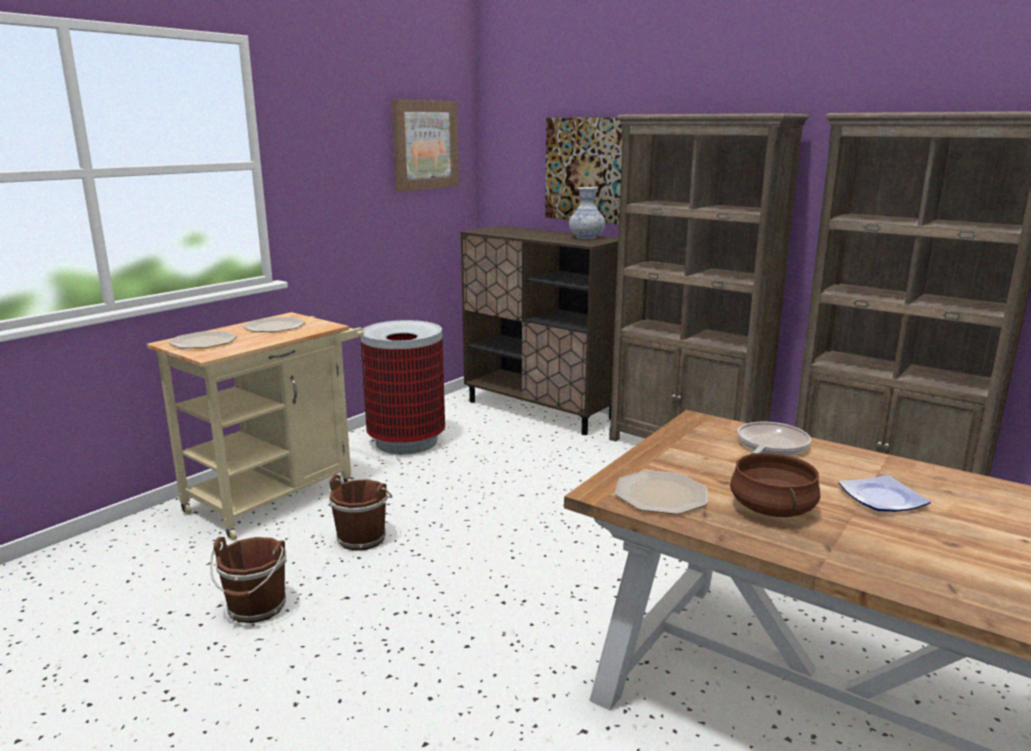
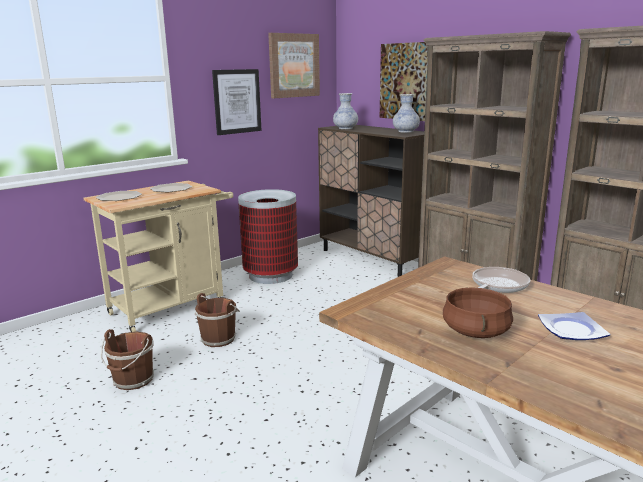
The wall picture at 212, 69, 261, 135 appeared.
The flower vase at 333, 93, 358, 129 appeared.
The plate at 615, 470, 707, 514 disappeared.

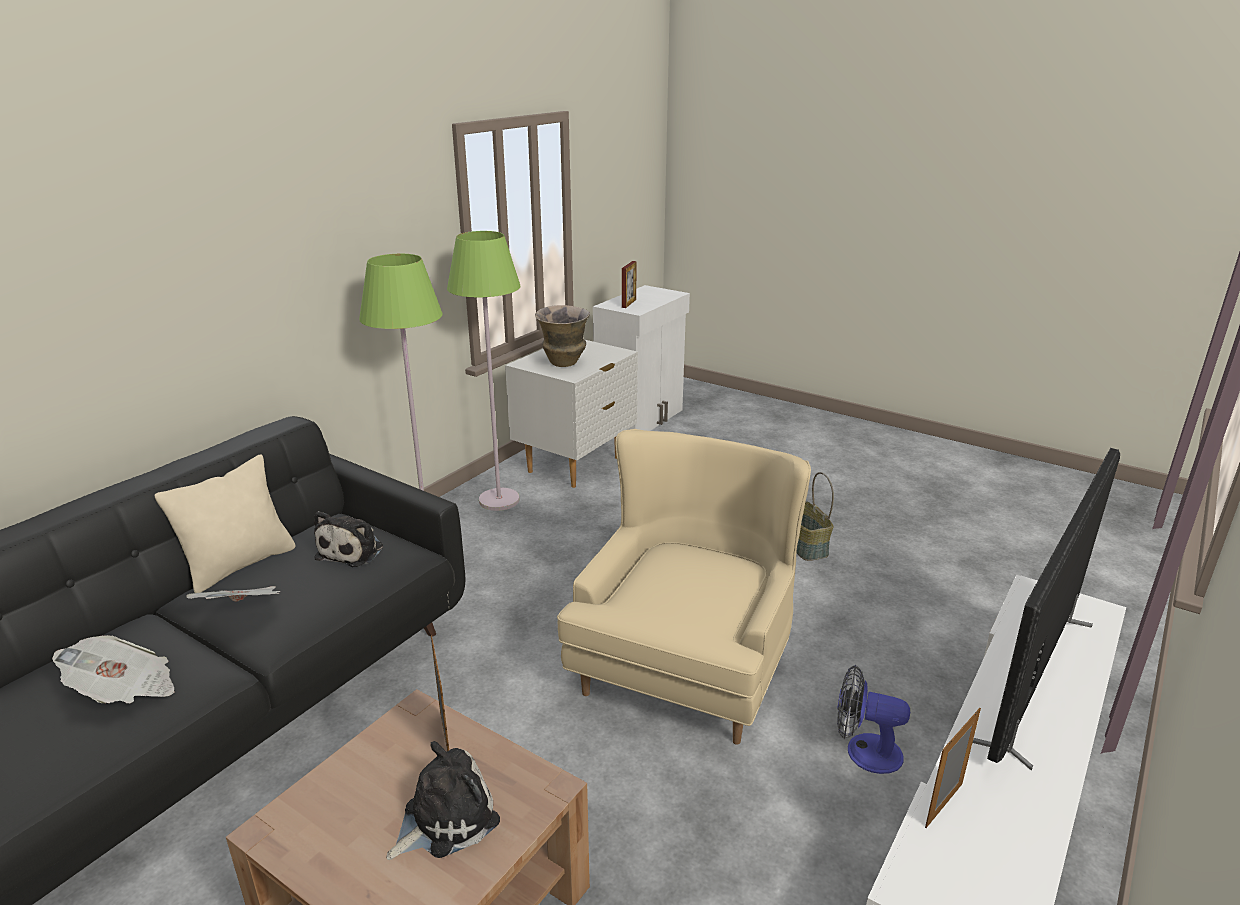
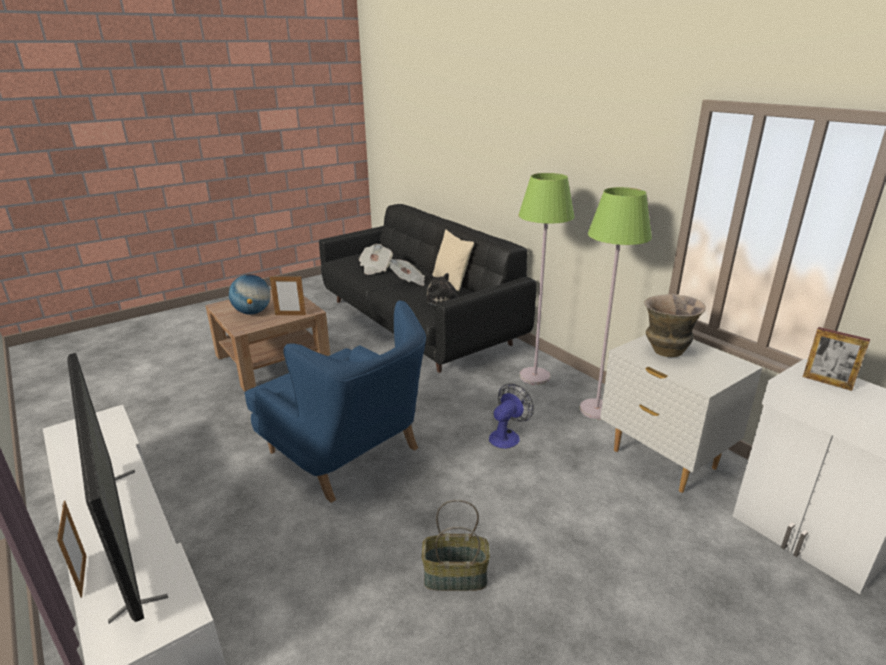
The picture frame moved from 925, 708, 981, 828 to 57, 501, 86, 598.
The plush toy at 387, 741, 500, 860 was replaced by the globe at 229, 274, 271, 314.
The sand-coloured easy chair at 557, 429, 811, 745 became the blue easy chair at 244, 300, 426, 503.
The cooling fan moved from 837, 665, 910, 774 to 489, 383, 534, 449.

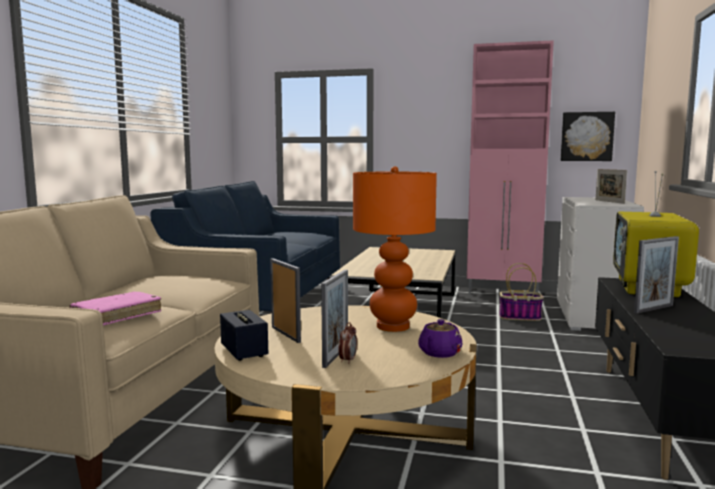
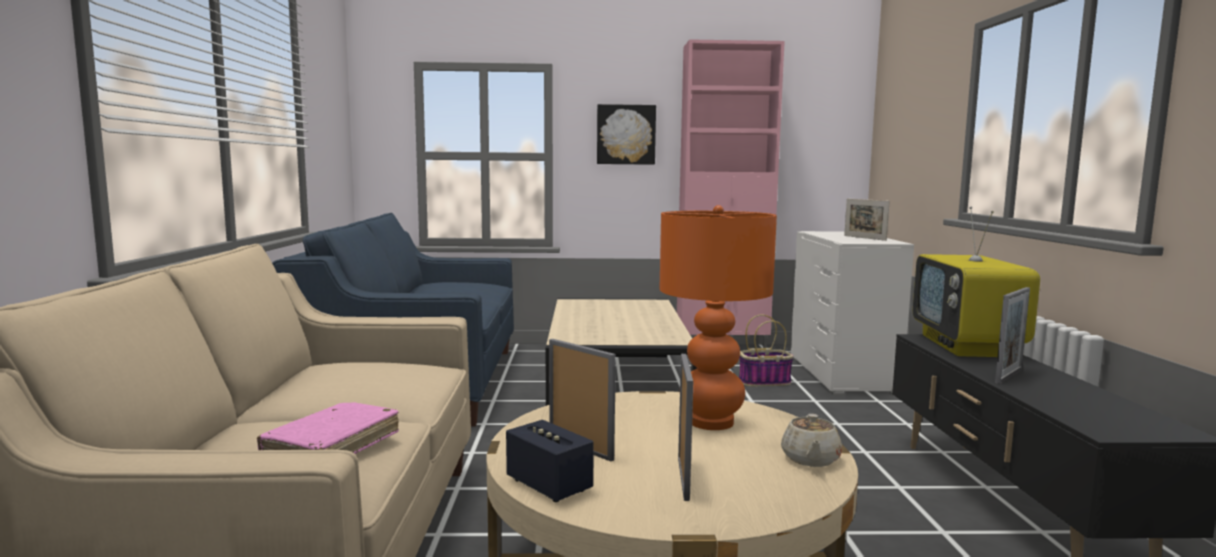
The wall picture moved from 561, 112, 615, 161 to 597, 104, 656, 165.
The purple-coloured tea pot at 418, 319, 463, 358 became the sand-coloured tea pot at 781, 414, 842, 467.
The alarm clock at 339, 322, 357, 364 disappeared.

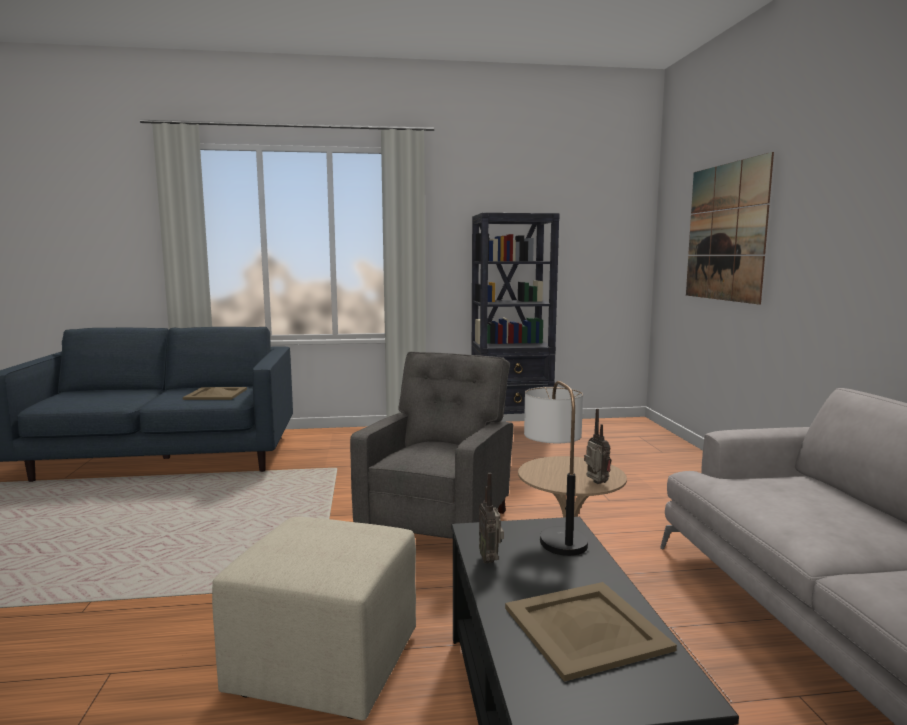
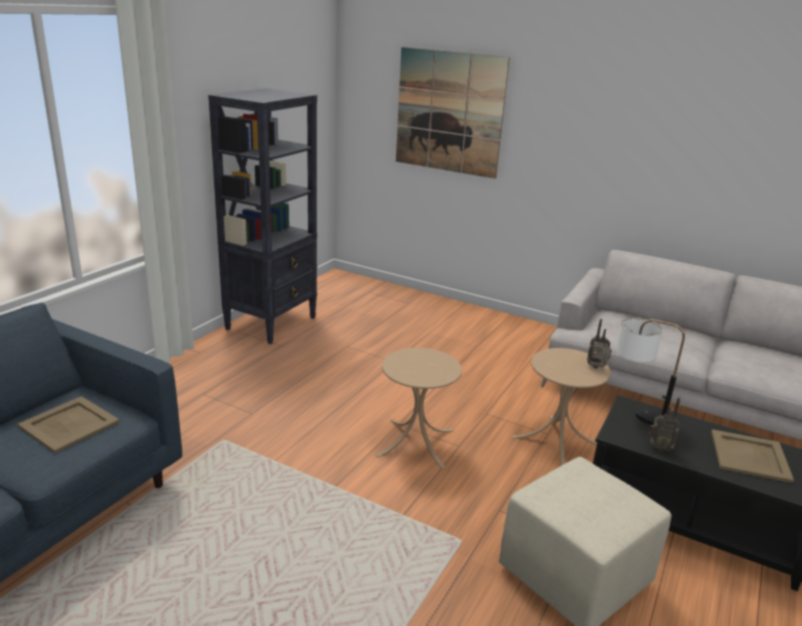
The greyish easy chair at 350, 352, 514, 539 was replaced by the sand-coloured end table at 376, 348, 462, 468.

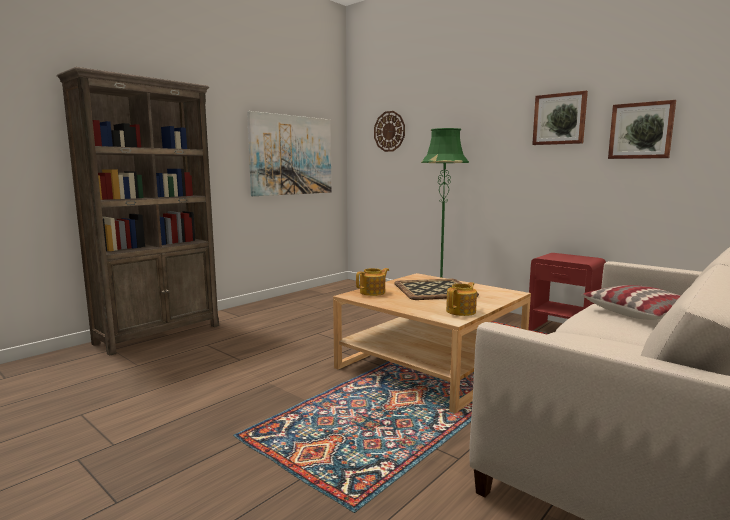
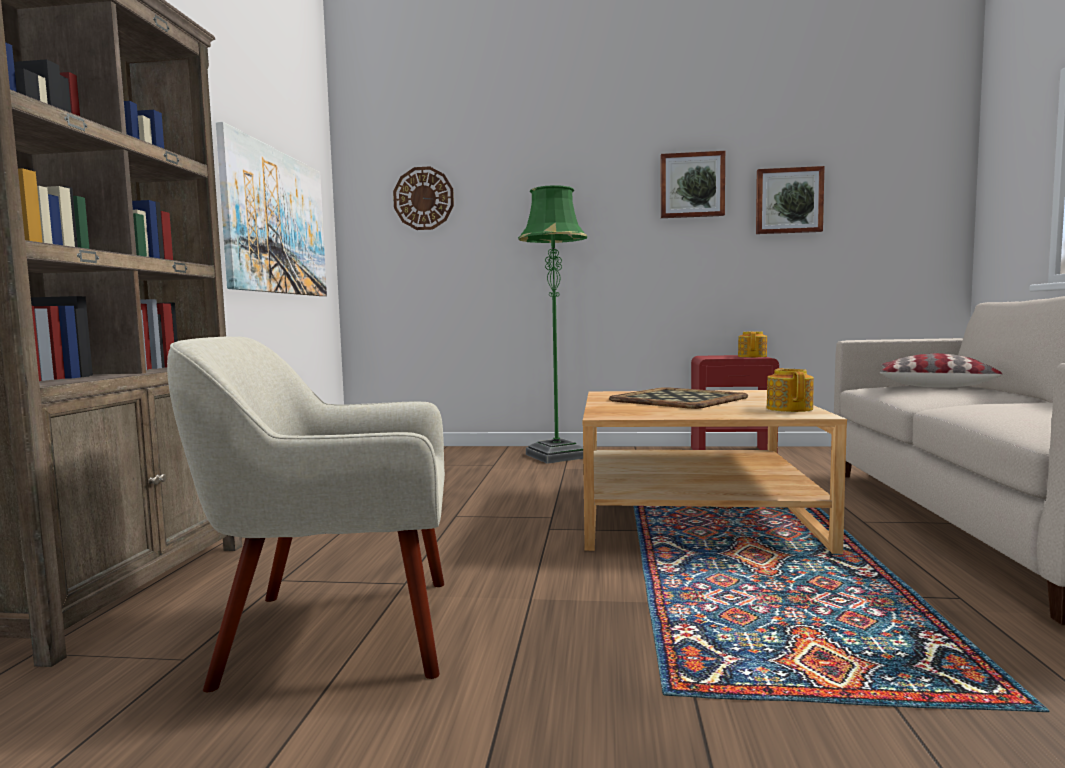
The sand-coloured easy chair at 167, 337, 445, 692 appeared.
The tea pot moved from 356, 268, 389, 296 to 738, 331, 767, 357.

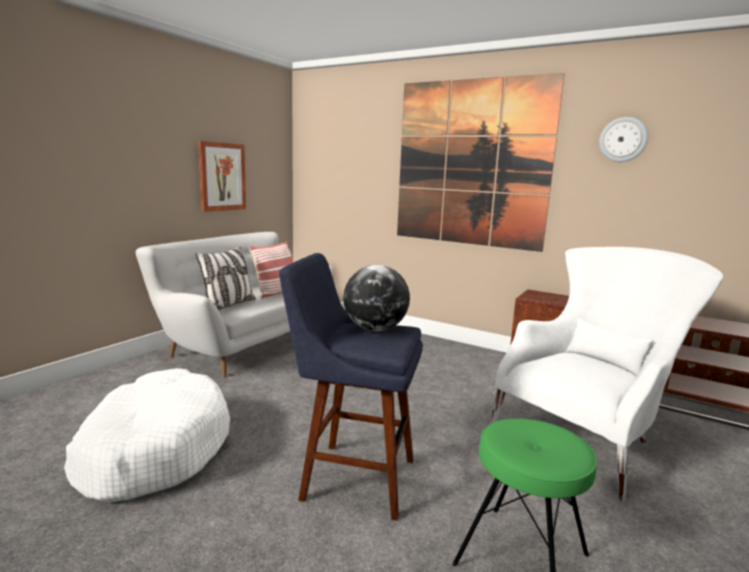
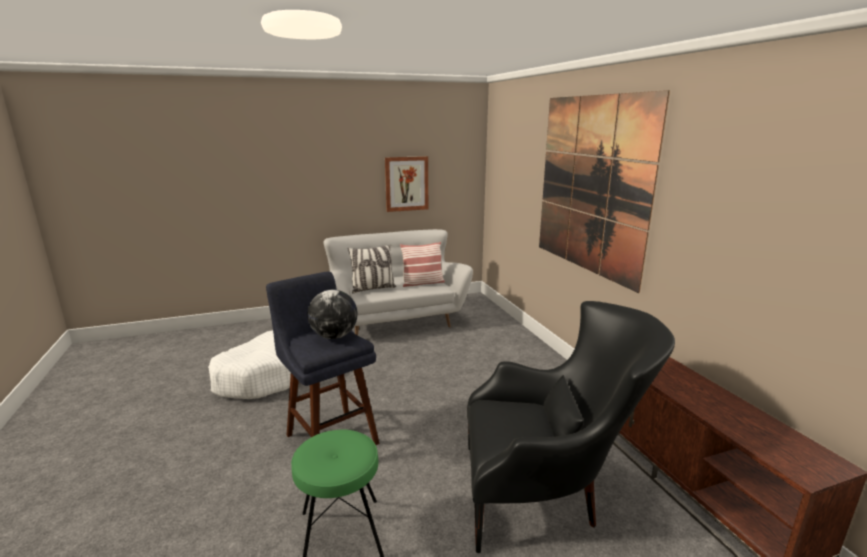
The white-coloured easy chair at 490, 247, 723, 502 became the black easy chair at 467, 301, 675, 553.
The wall clock at 599, 117, 648, 162 disappeared.

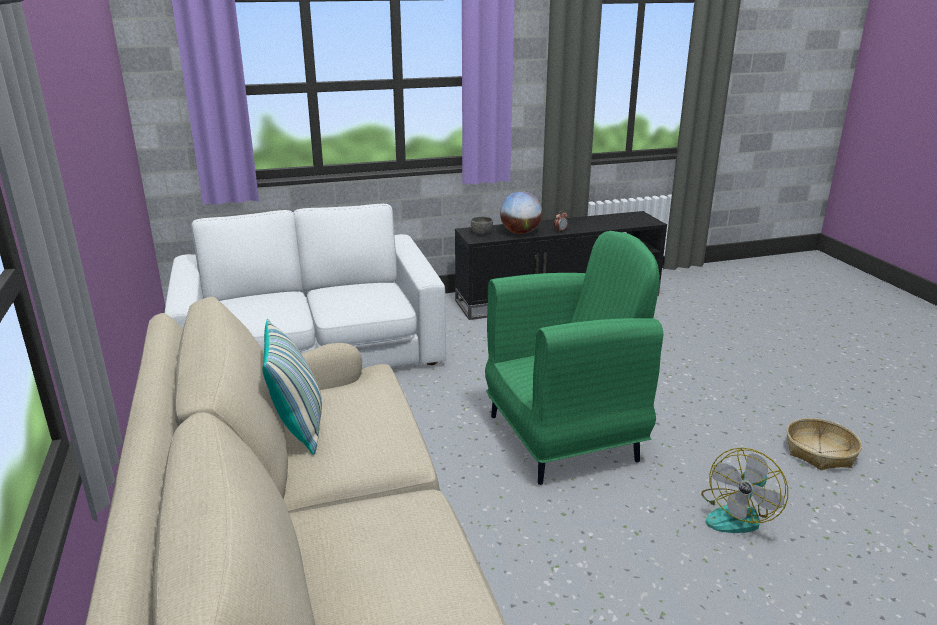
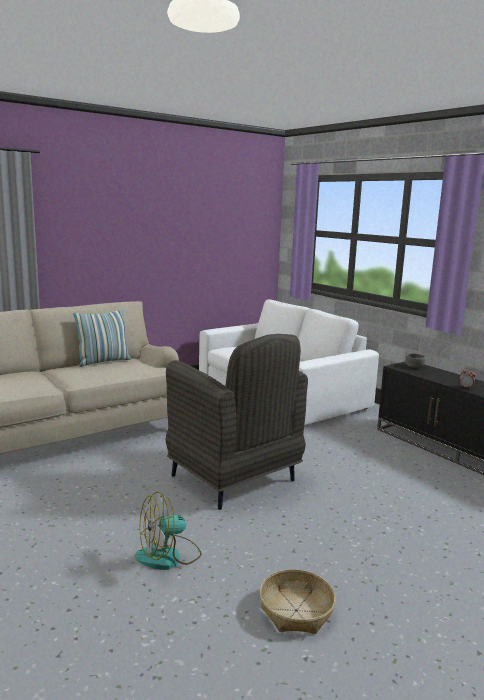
The cooling fan at 701, 448, 788, 533 turned 45 degrees counterclockwise.
The green easy chair at 485, 231, 664, 485 became the greyish easy chair at 166, 334, 308, 510.
The globe at 500, 191, 542, 234 disappeared.

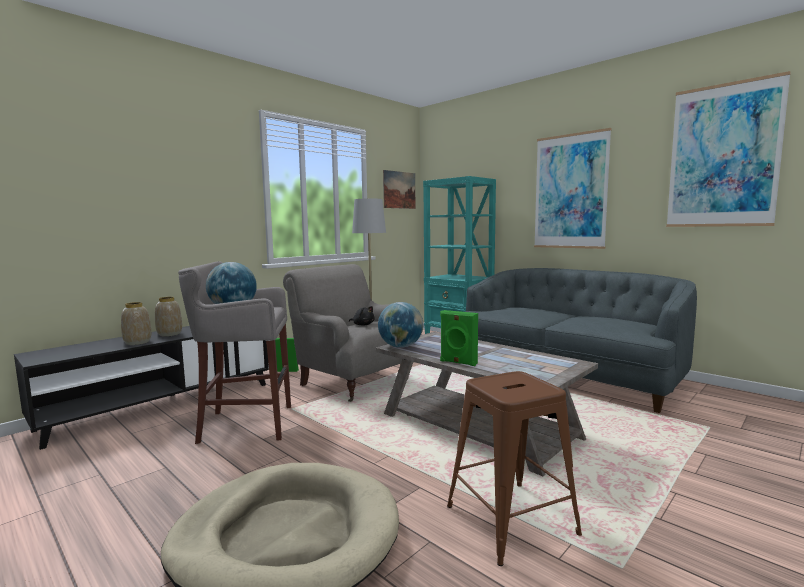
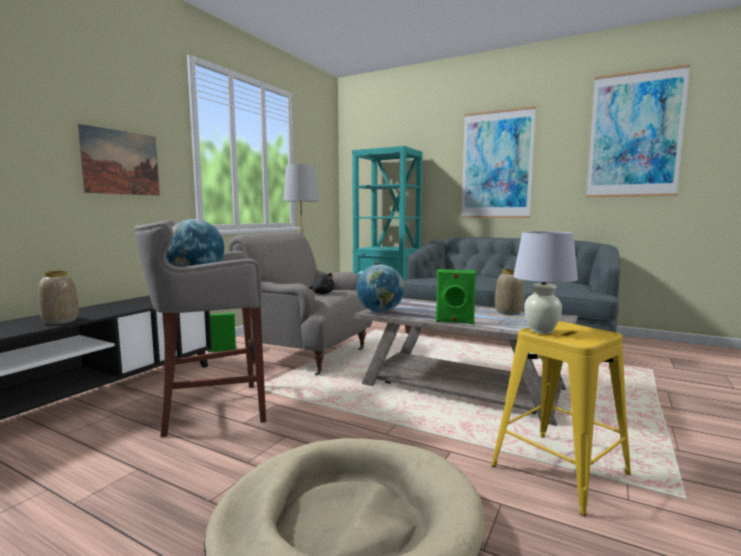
The wall picture moved from 383, 170, 415, 209 to 77, 124, 160, 196.
The brownish stool at 447, 371, 582, 566 became the yellow-coloured stool at 491, 321, 631, 516.
The flower vase moved from 155, 297, 182, 337 to 495, 269, 524, 315.
The white-coloured tabletop lamp at 513, 231, 578, 334 appeared.

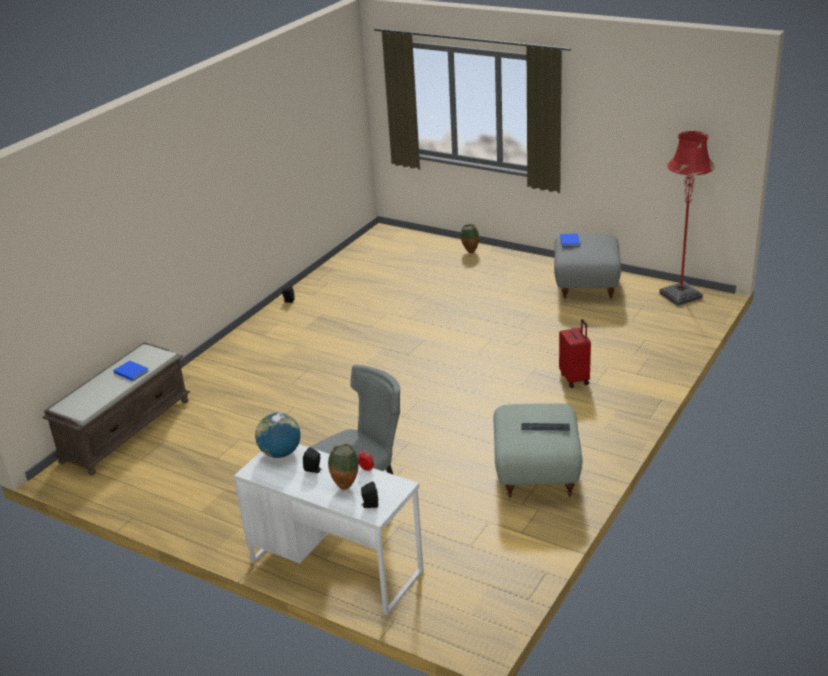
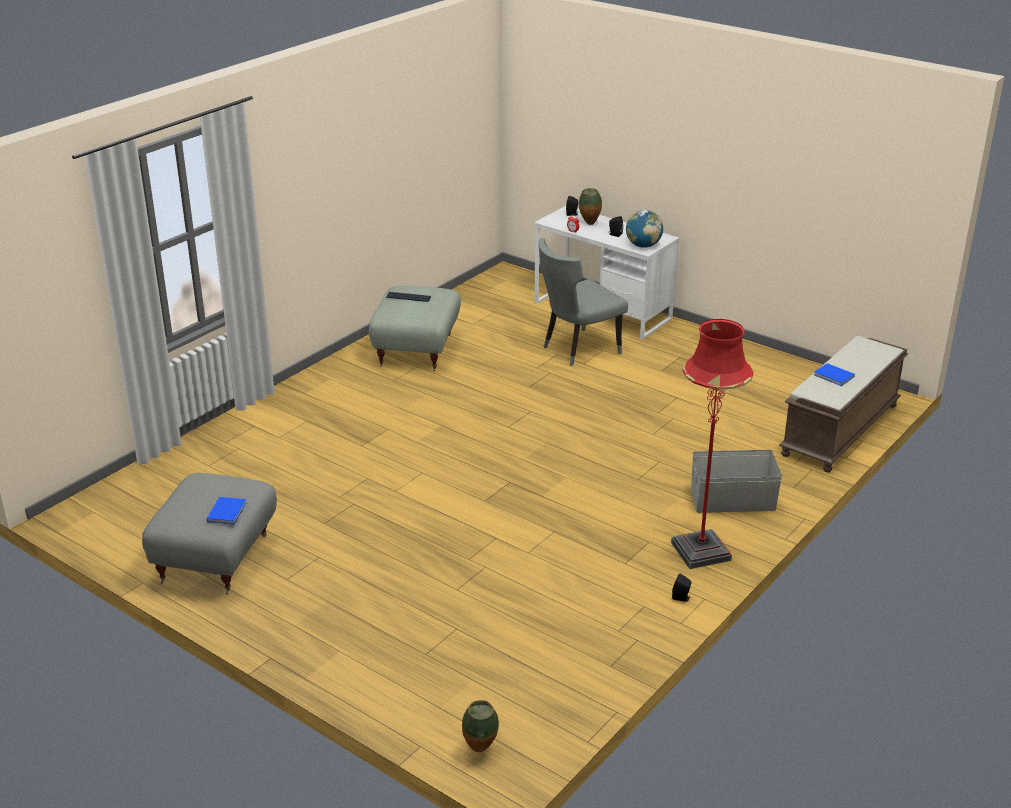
The flower vase moved from 461, 224, 479, 253 to 462, 700, 499, 752.
The red-coloured standing lamp moved from 659, 131, 715, 306 to 671, 319, 753, 569.
The greyish storage box at 691, 450, 782, 513 appeared.
The red-coloured piece of luggage at 559, 319, 591, 388 disappeared.

